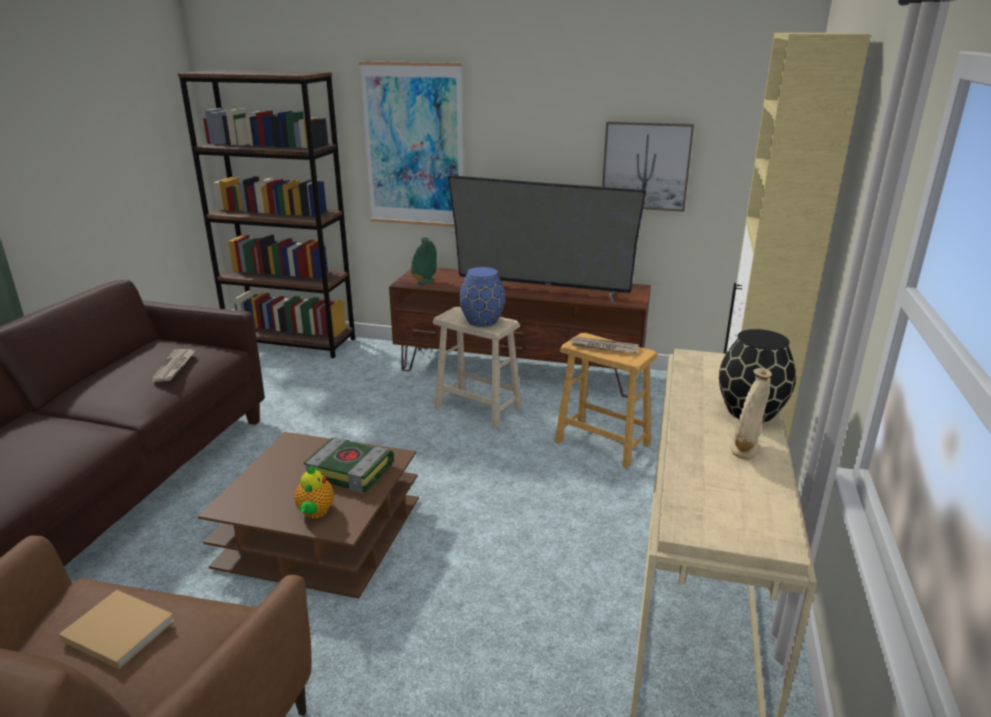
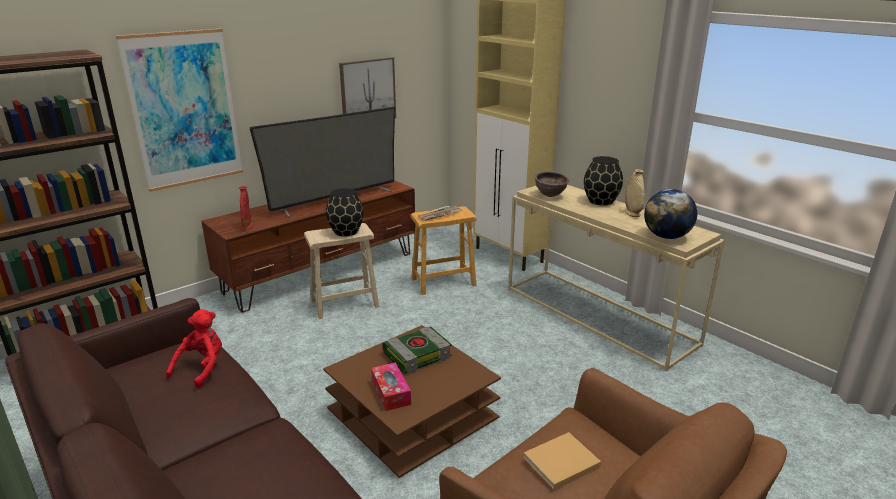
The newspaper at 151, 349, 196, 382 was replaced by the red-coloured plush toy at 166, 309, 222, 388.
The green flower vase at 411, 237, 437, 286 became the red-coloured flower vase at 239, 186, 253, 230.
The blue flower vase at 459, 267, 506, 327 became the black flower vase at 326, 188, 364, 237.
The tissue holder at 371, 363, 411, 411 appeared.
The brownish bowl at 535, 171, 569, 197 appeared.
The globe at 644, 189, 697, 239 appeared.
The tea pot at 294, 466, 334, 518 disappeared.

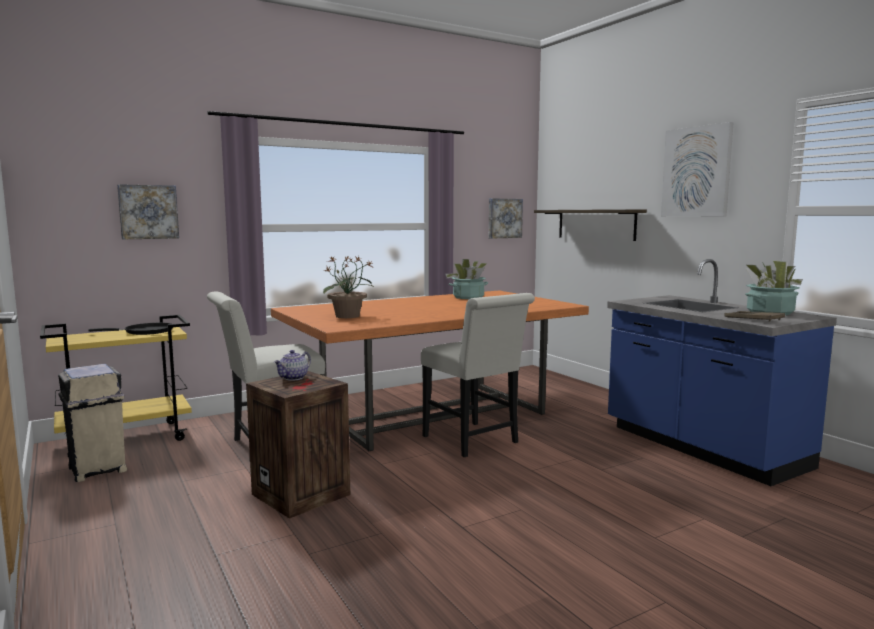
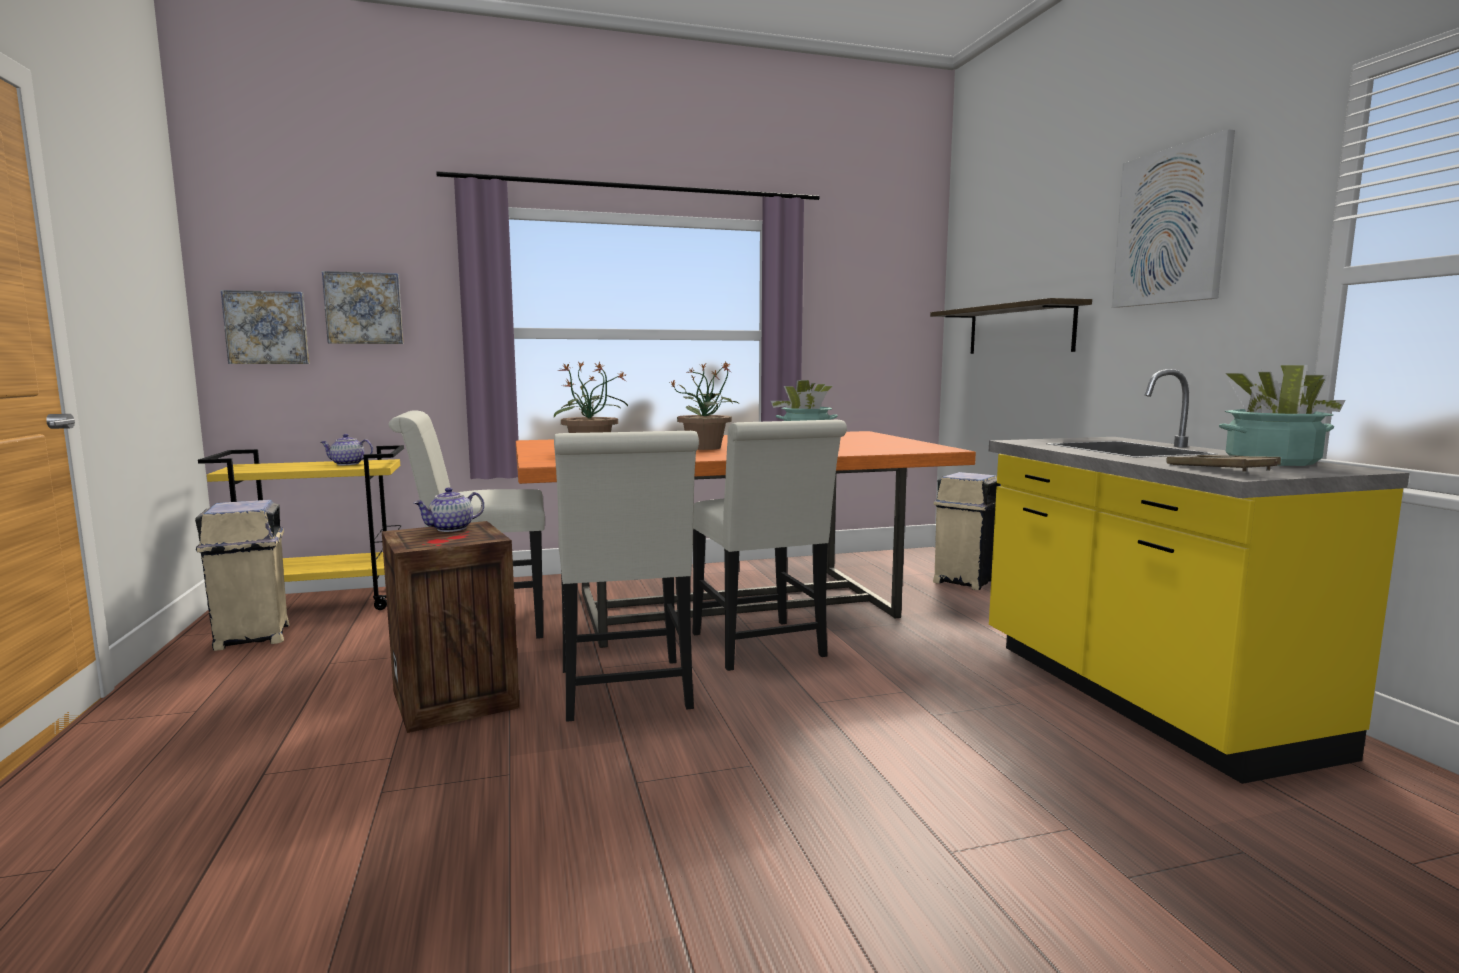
The wall picture moved from 489, 198, 523, 239 to 221, 290, 309, 364.
The black skillet at 88, 323, 173, 335 was replaced by the tea pot at 321, 434, 373, 465.
The white-coloured plain chair at 554, 431, 699, 722 appeared.
The potted plant at 670, 362, 739, 450 appeared.
The sand-coloured rubbish bin at 933, 472, 1001, 590 appeared.
The blue kitchen base unit at 607, 259, 837, 486 became the yellow-coloured kitchen base unit at 989, 369, 1410, 784.

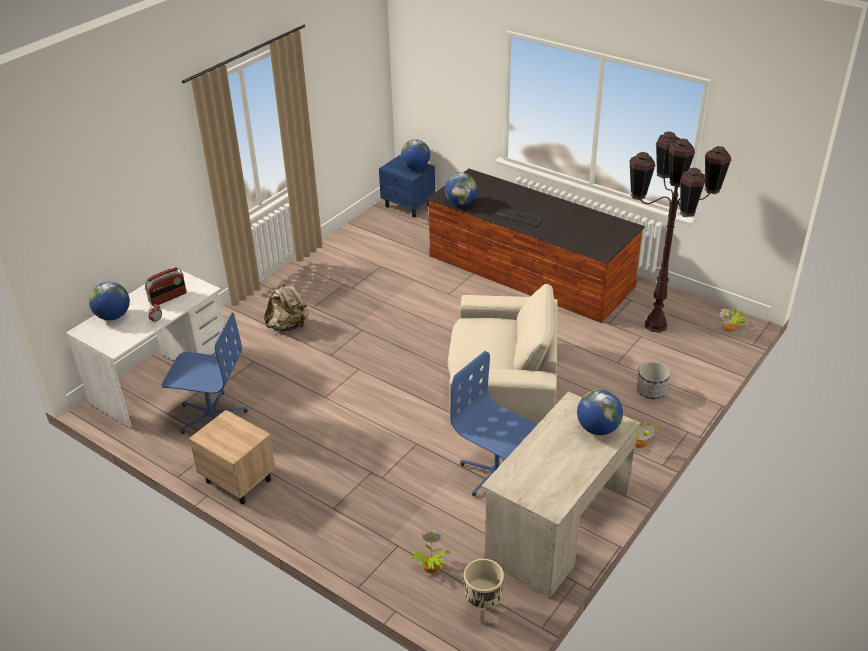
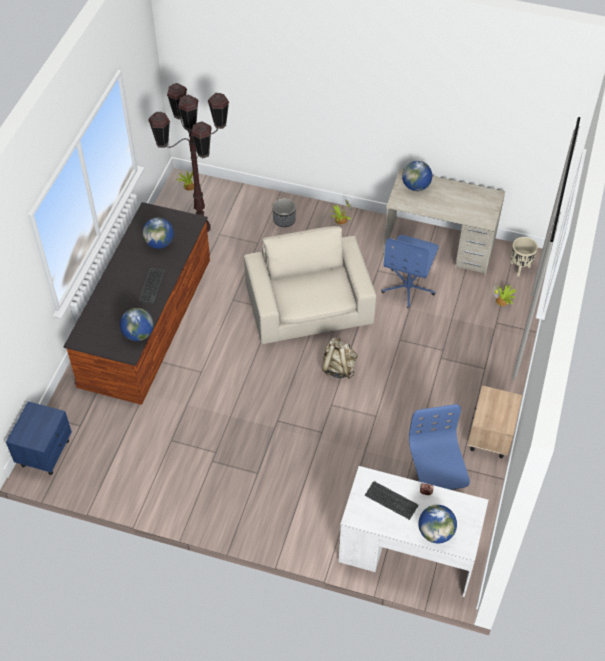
The globe moved from 401, 140, 430, 170 to 142, 218, 174, 249.
The sand-coloured backpack moved from 264, 281, 309, 331 to 322, 337, 357, 379.
The radio at 145, 267, 187, 307 was replaced by the PC keyboard at 364, 481, 419, 520.

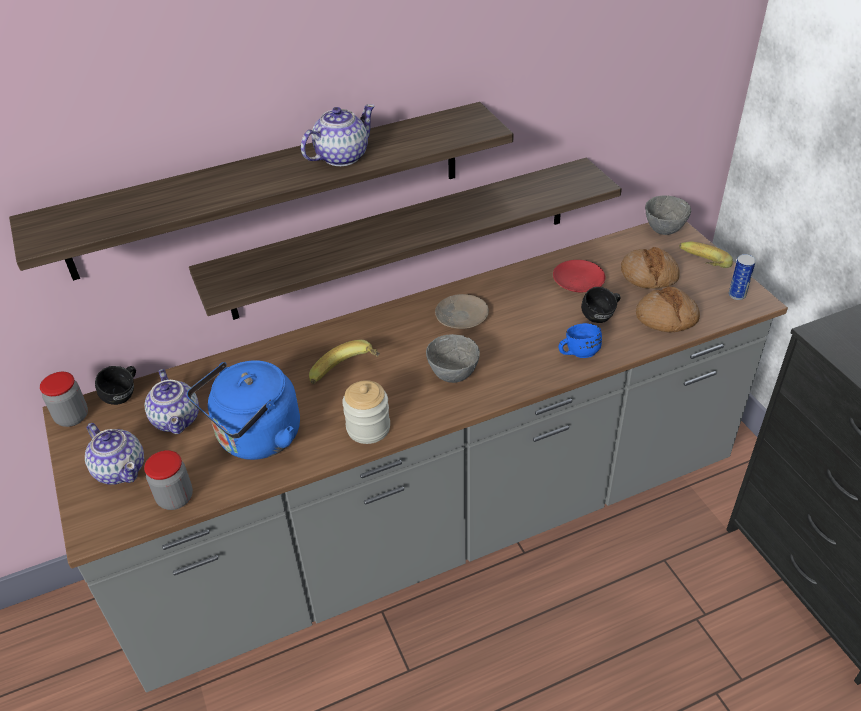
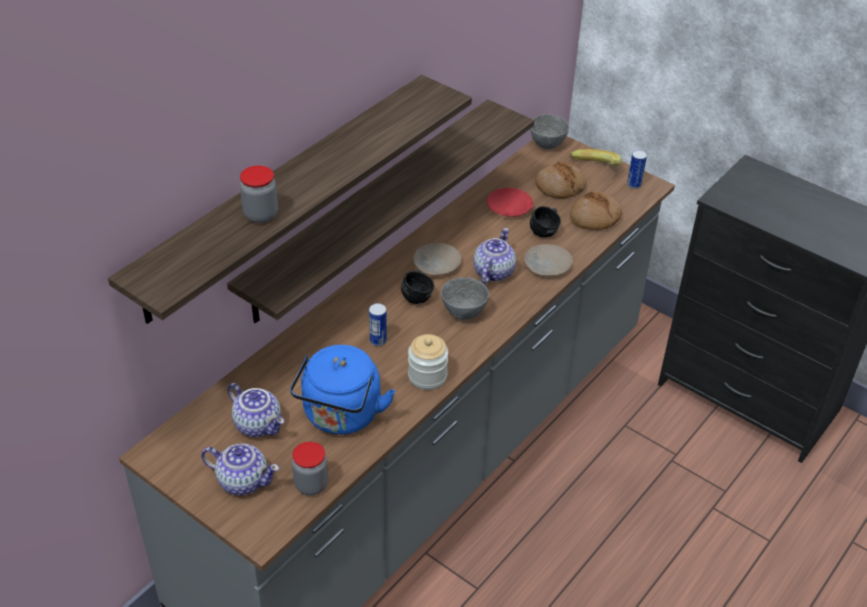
The jar moved from 40, 372, 88, 427 to 240, 165, 278, 223.
The whole banana at 309, 340, 380, 384 was replaced by the metal can at 369, 303, 387, 346.
The black coffee mug moved from 95, 366, 136, 405 to 401, 270, 434, 304.
The tea pot moved from 301, 104, 375, 166 to 473, 228, 516, 284.
The blue coffee mug at 558, 323, 602, 358 was replaced by the sand-coloured plate at 524, 244, 573, 276.

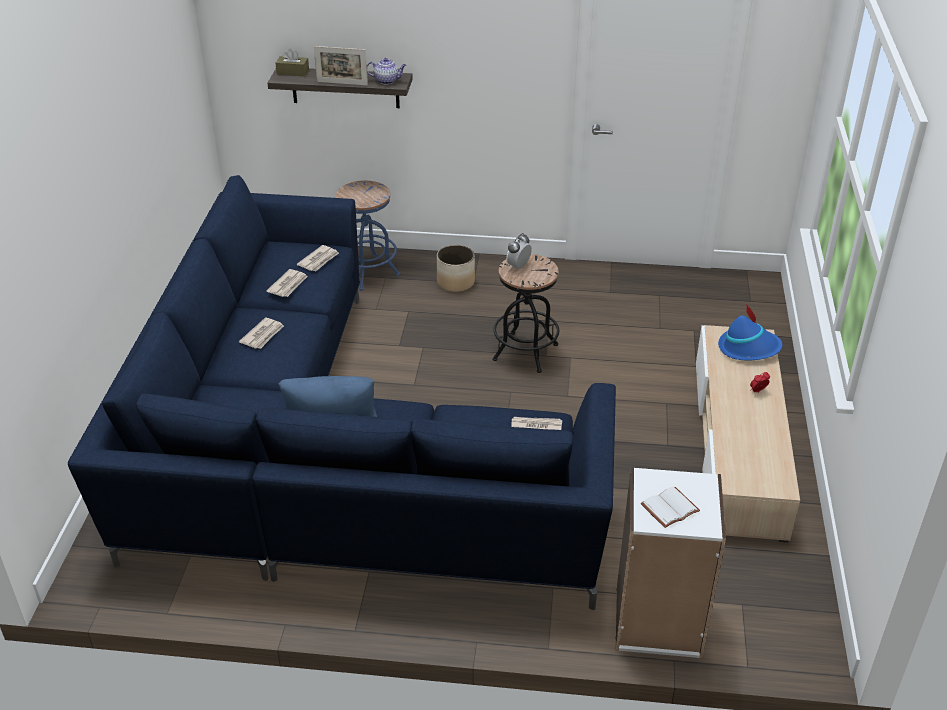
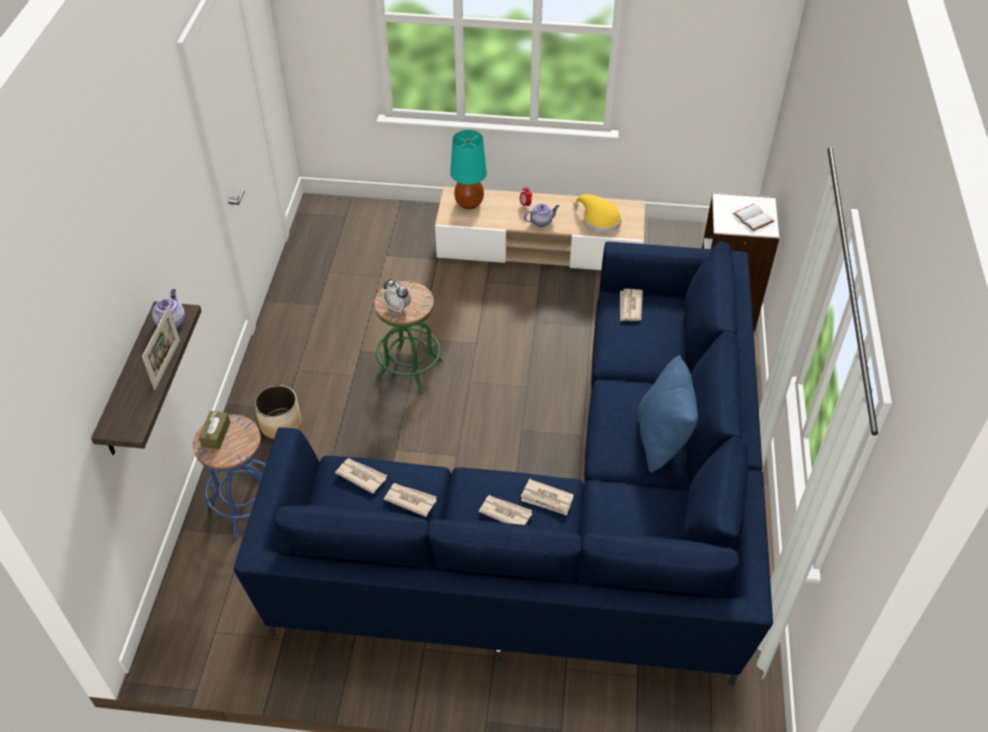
The brownish tissue holder moved from 276, 49, 309, 76 to 199, 411, 230, 449.
The black stool at 492, 254, 559, 373 became the green stool at 374, 281, 443, 394.
The blue hat at 718, 304, 783, 360 was replaced by the turquoise tabletop lamp at 450, 130, 487, 209.
The newspaper at 521, 479, 574, 516 appeared.
The tea pot at 524, 204, 559, 227 appeared.
The yellow-coloured hat at 573, 194, 622, 233 appeared.

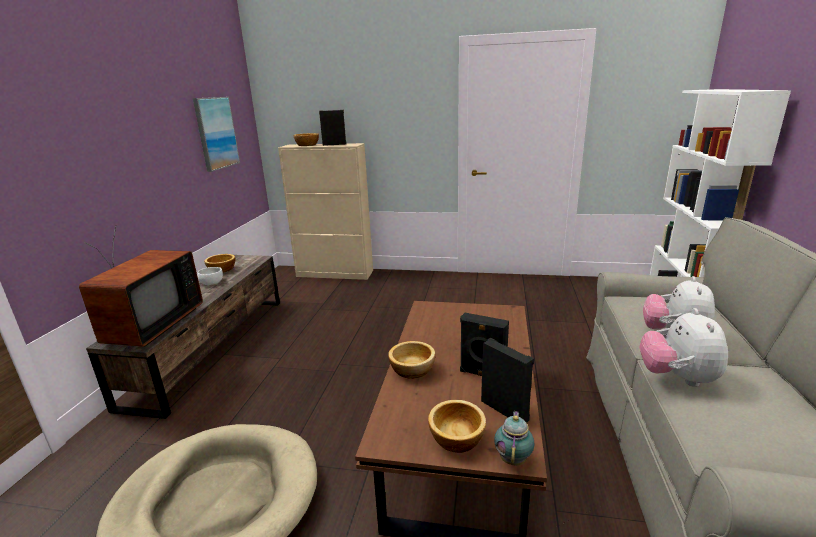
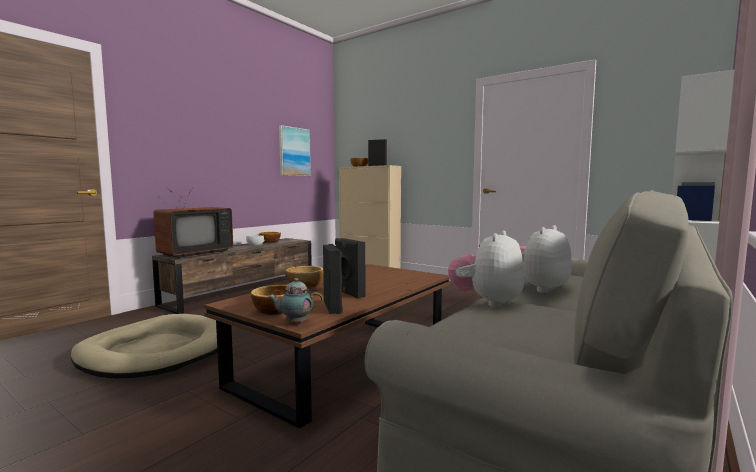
The tea pot at 494, 411, 535, 465 turned 135 degrees counterclockwise.

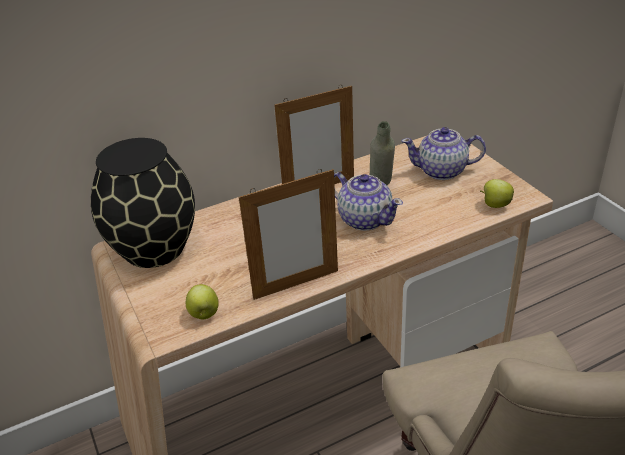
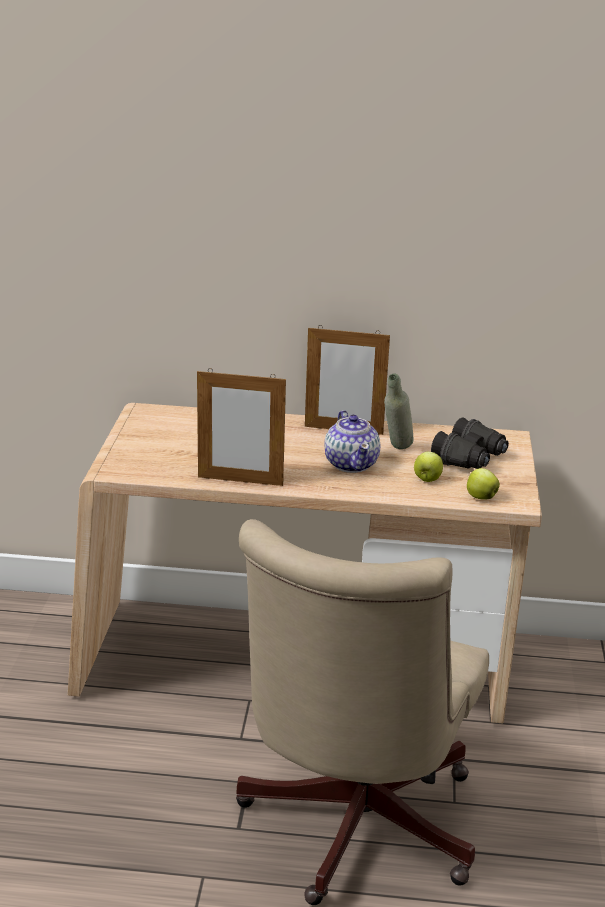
The apple moved from 186, 284, 219, 319 to 414, 452, 443, 482.
The tea pot at 402, 127, 486, 180 was replaced by the black binoculars at 431, 417, 509, 469.
The black flower vase at 91, 138, 195, 268 disappeared.

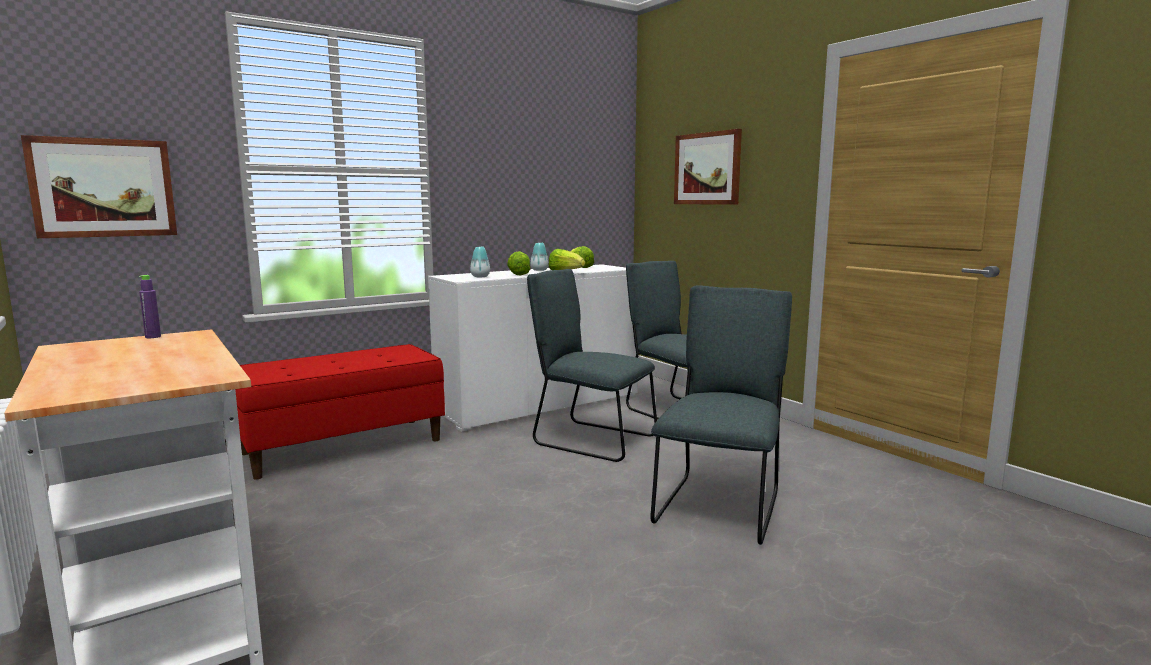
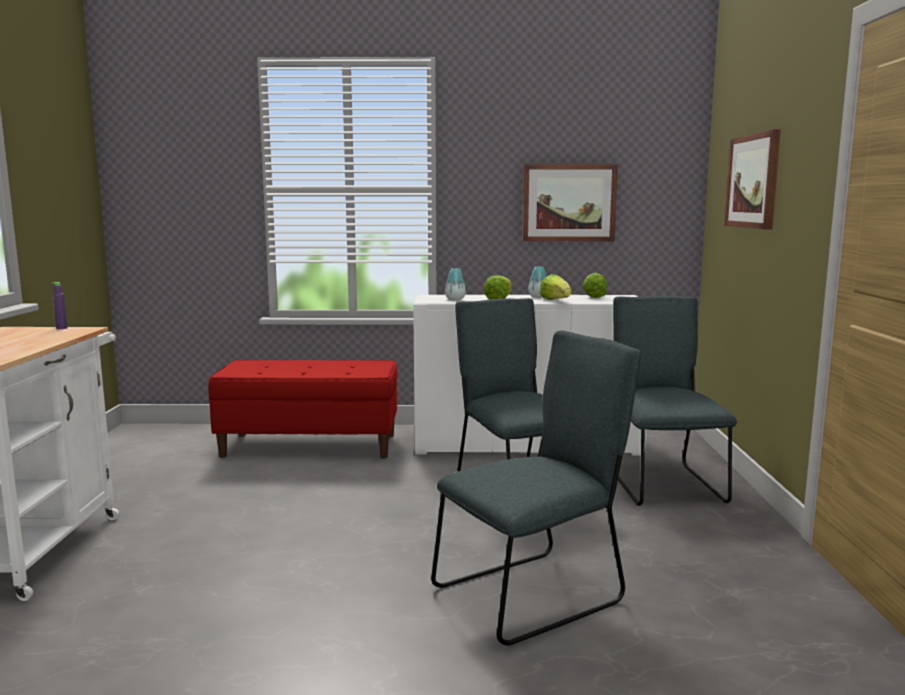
The wall picture moved from 21, 135, 177, 238 to 522, 164, 618, 241.

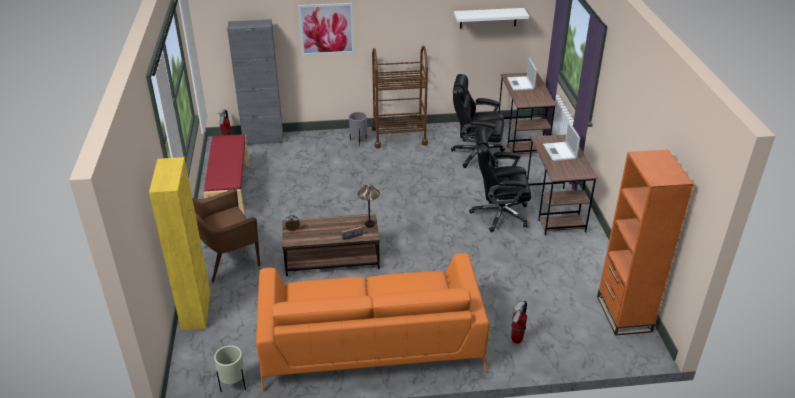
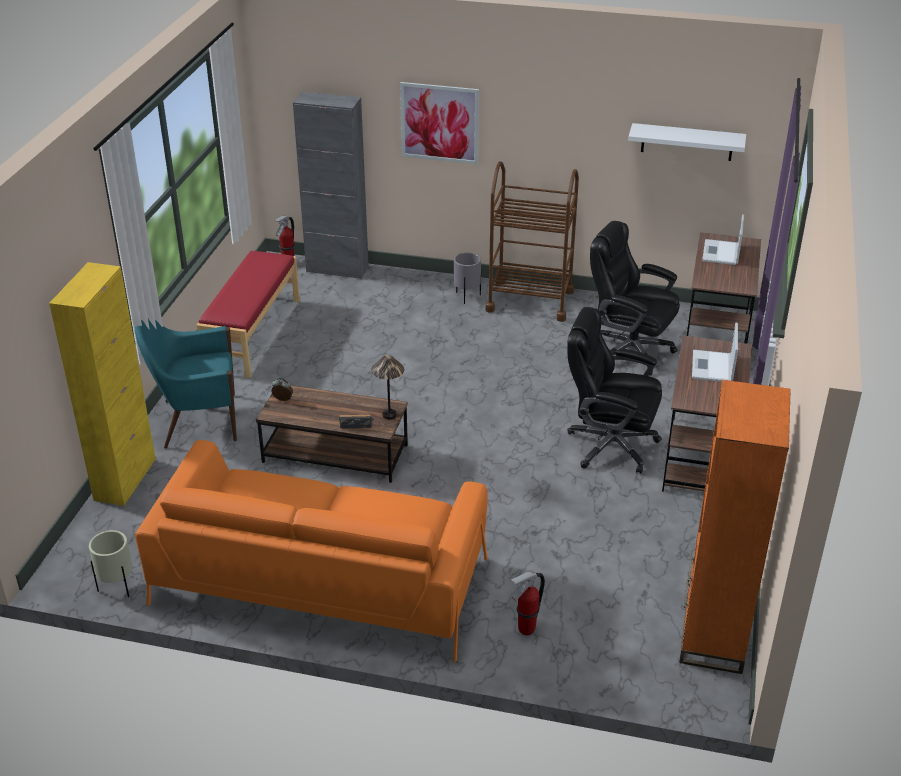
The brownish easy chair at 192, 189, 260, 283 became the turquoise easy chair at 135, 319, 237, 449.

